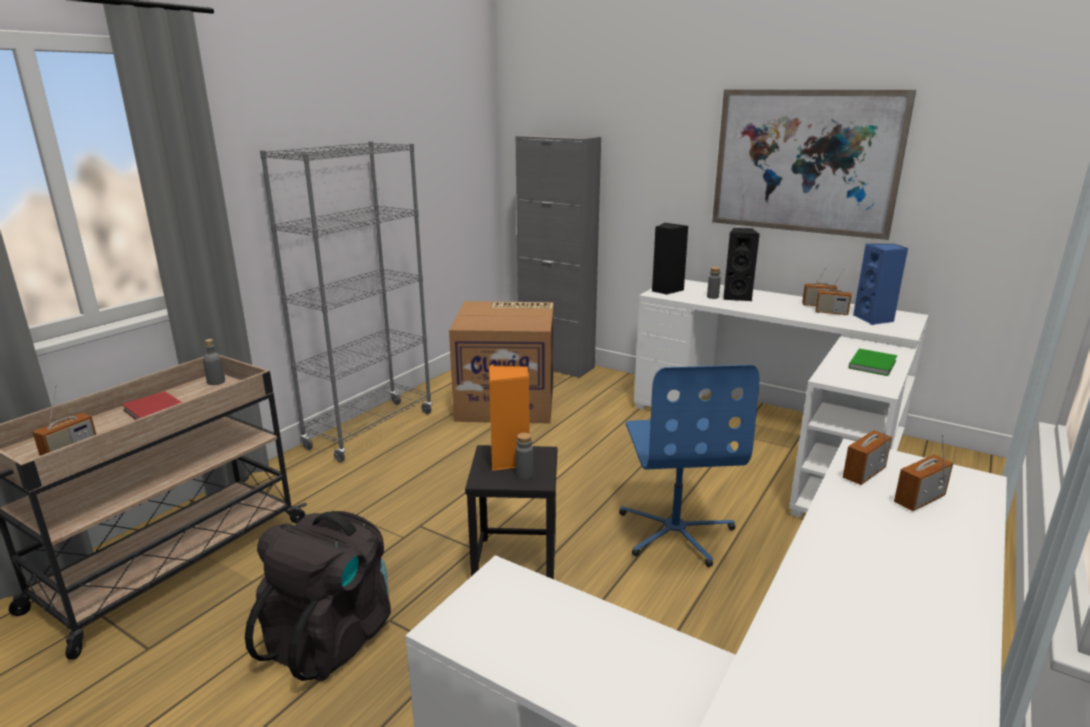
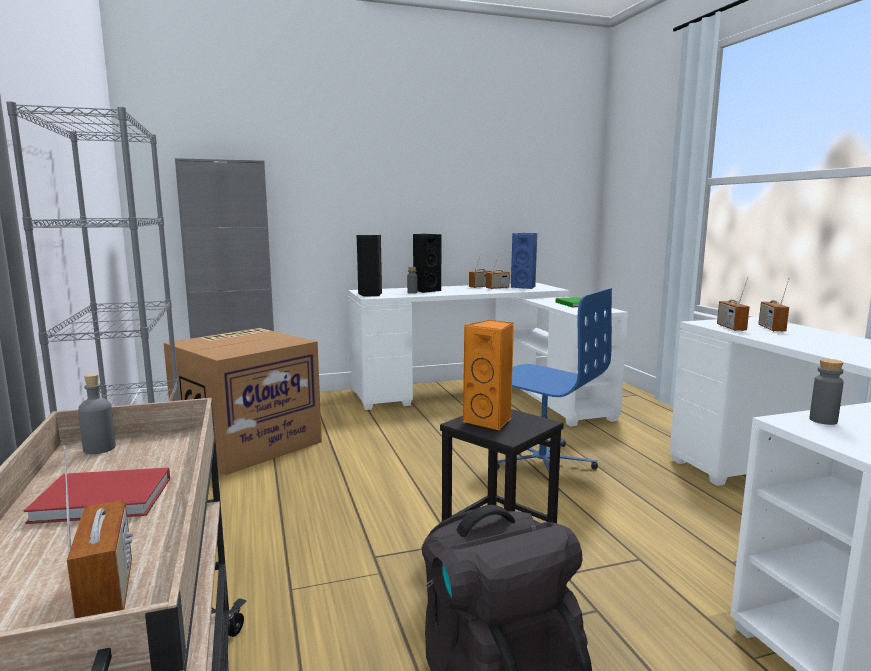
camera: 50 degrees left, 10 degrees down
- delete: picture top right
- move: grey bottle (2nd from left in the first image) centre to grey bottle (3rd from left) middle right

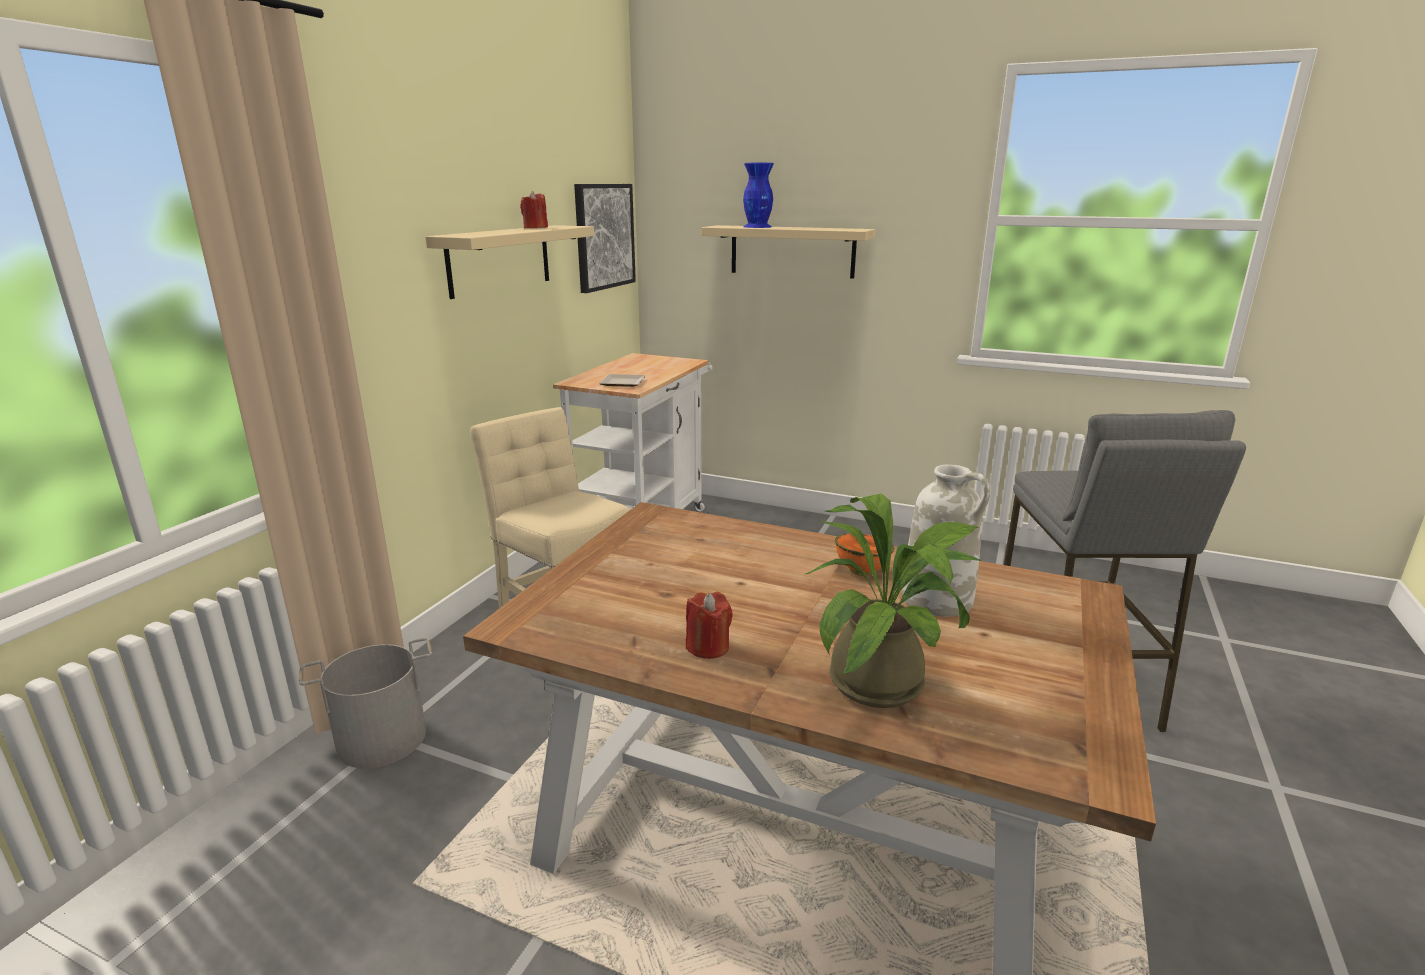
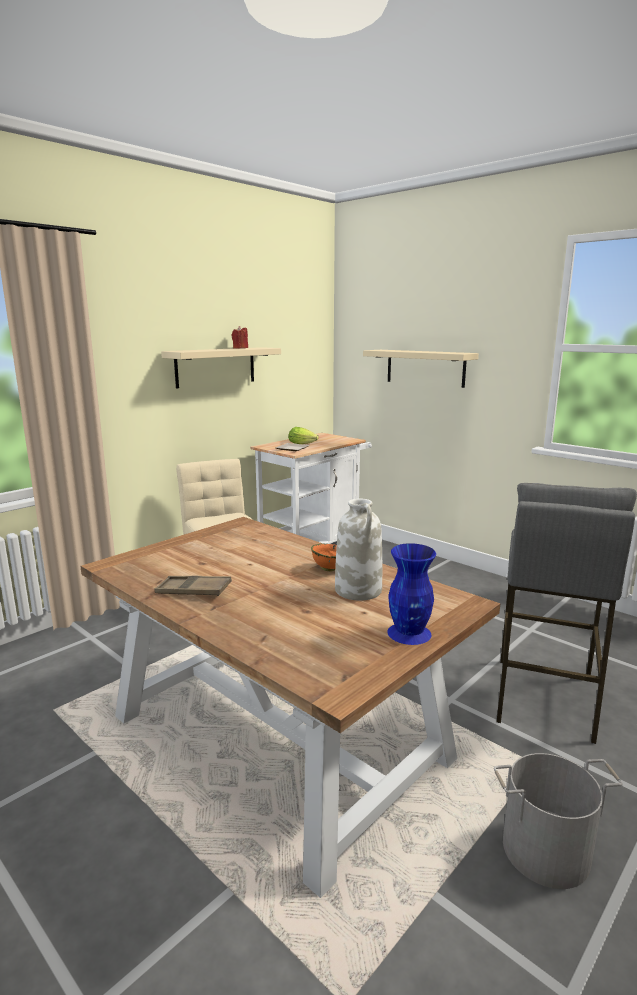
camera: 20 degrees right, 5 degrees down
- move: blue vase top centre to centre
- delete: picture top centre
- delete: potted plant centre
- replace: red candle (2nd from left) centre to brown tray middle left
- move: grey bucket bottom left to bottom right
- insert: lettuce centre

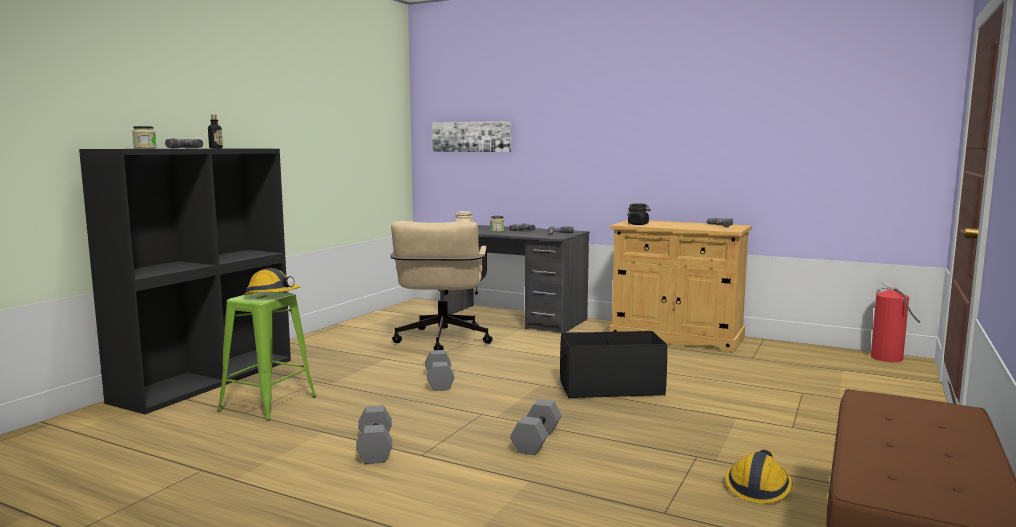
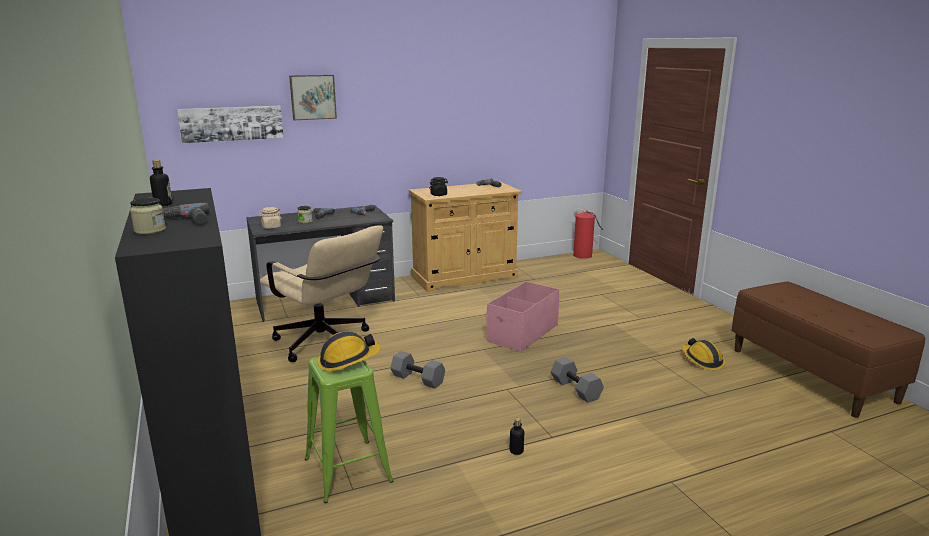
camera: 50 degrees left, 10 degrees up
- recolor: black storage box bottom centre to pink storage box centre
- replace: grey dumbbell (1st from left) bottom centre to bottle (2nd from left) bottom centre
- insert: picture (2nd from left) top centre

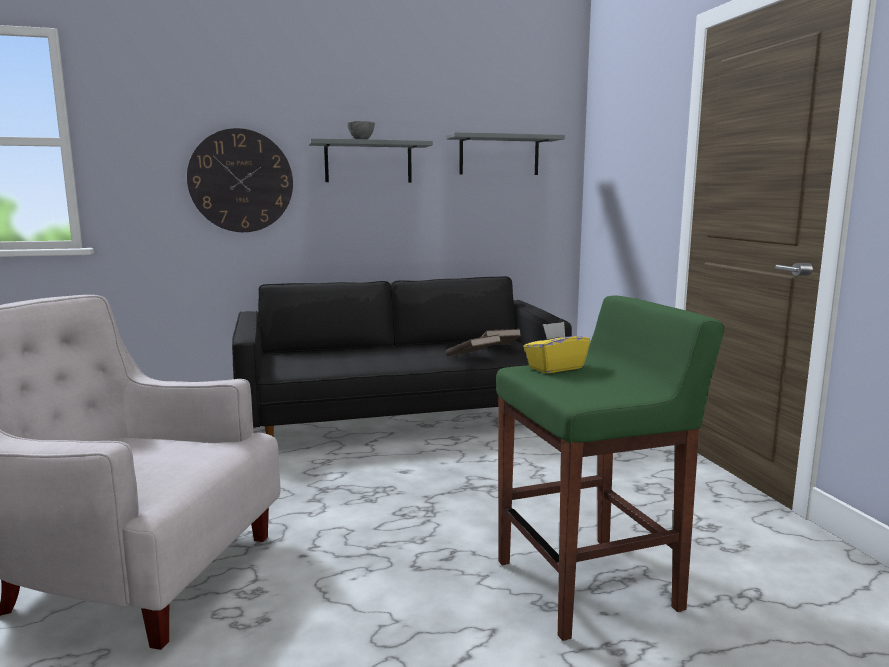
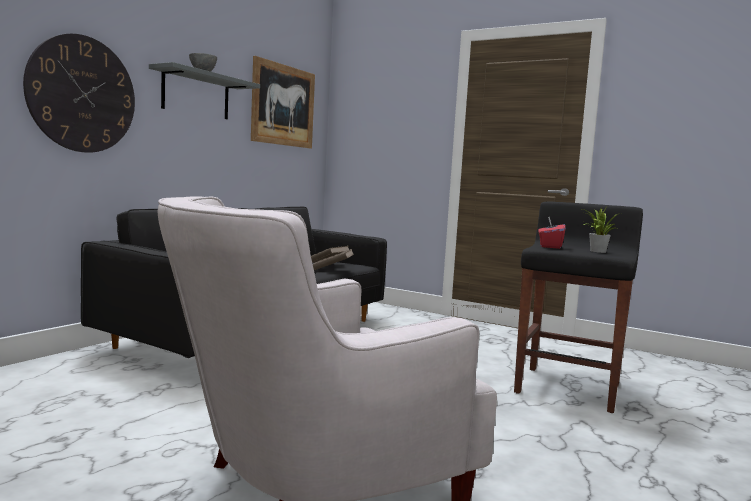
camera: 45 degrees left, 5 degrees down
- replace: grey shelf (2nd from left) top centre to picture top centre
- recolor: green stool bottom right to black stool middle right
- recolor: yellow tissue box centre to red tissue box middle right
- insert: potted plant middle right

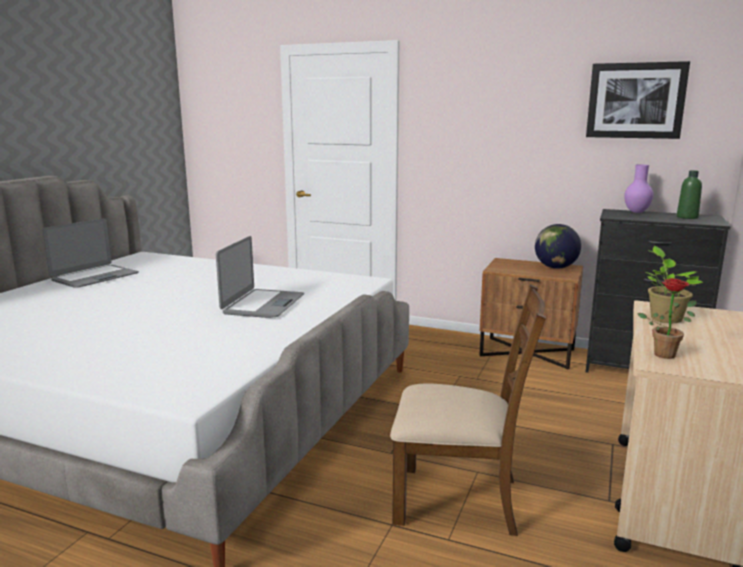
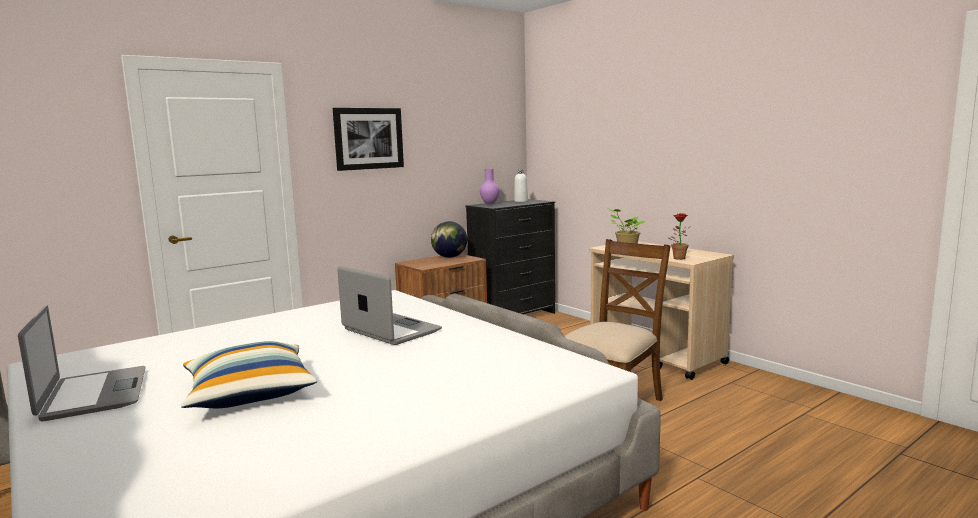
camera: 60 degrees left, 5 degrees down
- move: picture top right to top centre
- recolor: green bottle middle right to white bottle centre
- insert: pillow bottom left

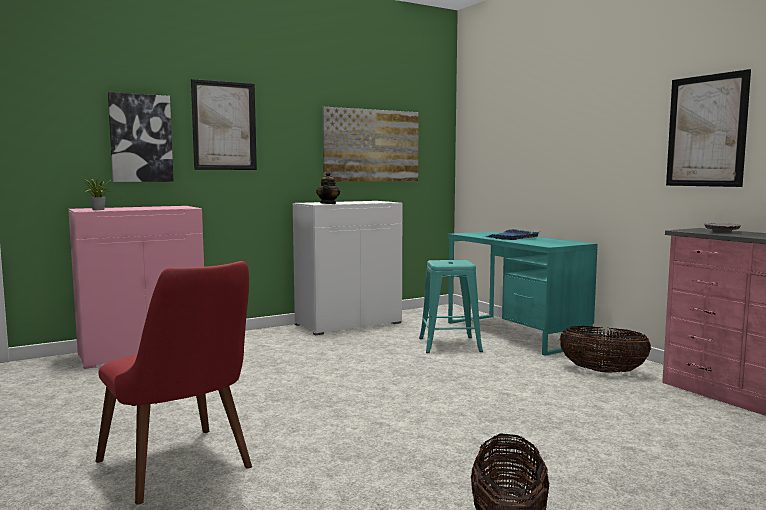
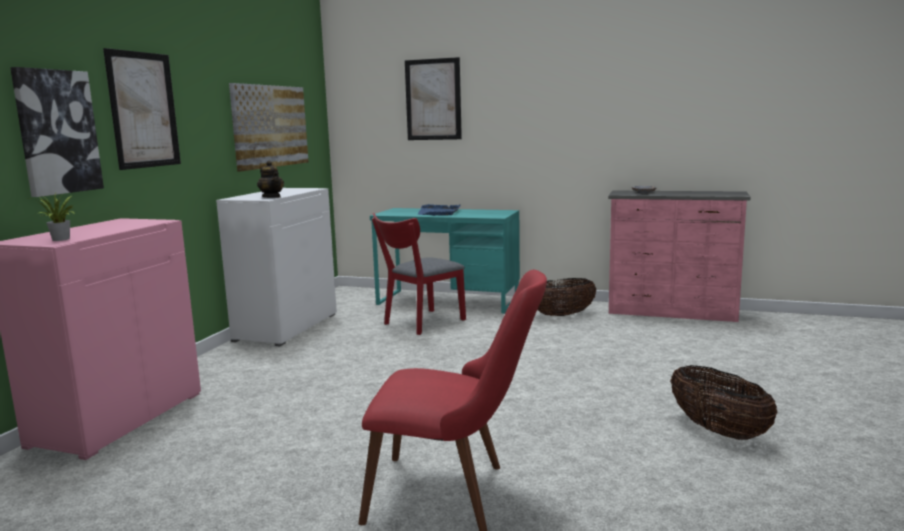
camera: 40 degrees left, 5 degrees up
- move: picture (4th from left) top right to top centre
- replace: turquoise stool centre to red chair (1st from left) centre

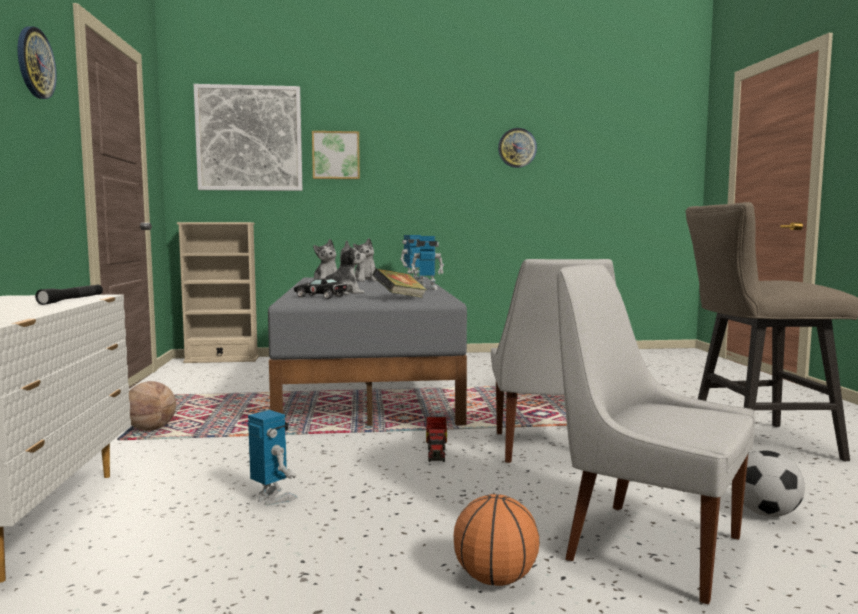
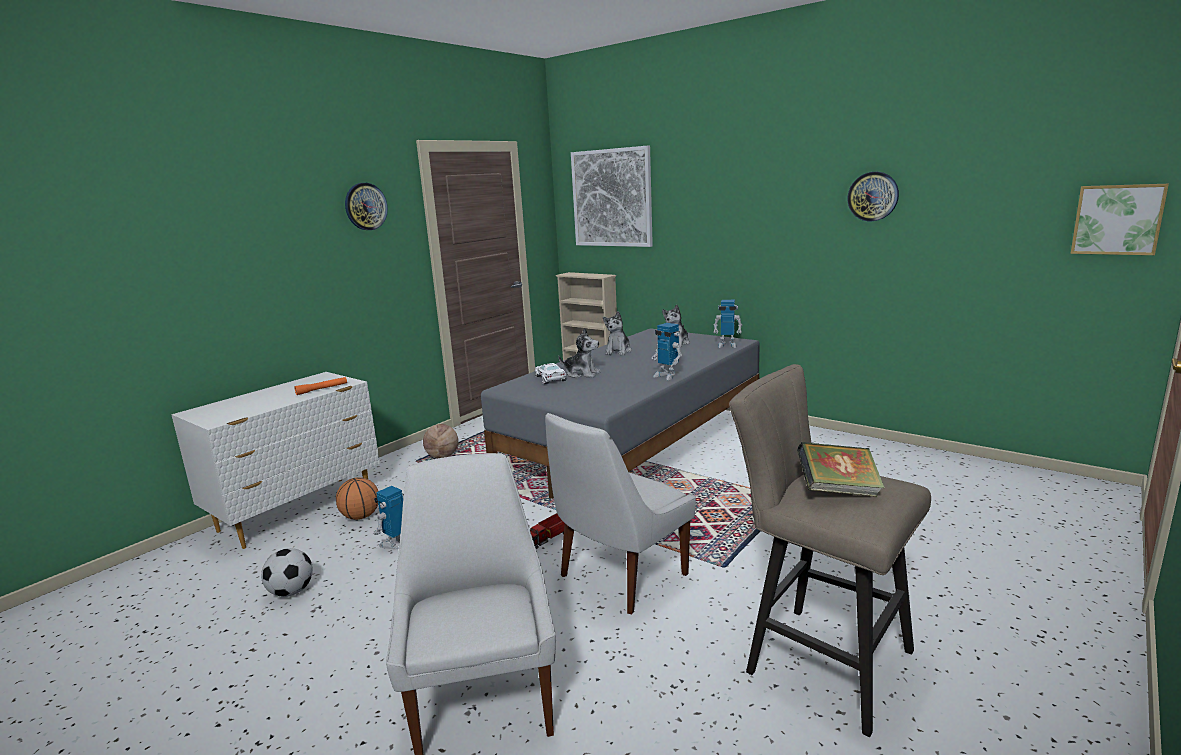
camera: 45 degrees right, 10 degrees up
- move: picture (2nd from left) top centre to top right
- move: book centre to middle right
- recolor: black toy car centre to white toy car centre
- recolor: black flashlight middle left to orange flashlight middle left
- rotate: toy robot (1st from left) bottom left = bottom left 135 degrees counterclockwise
- move: football bottom right to bottom left
- move: basketball (2nd from left in the first image) bottom centre to basketball (1st from left) middle left

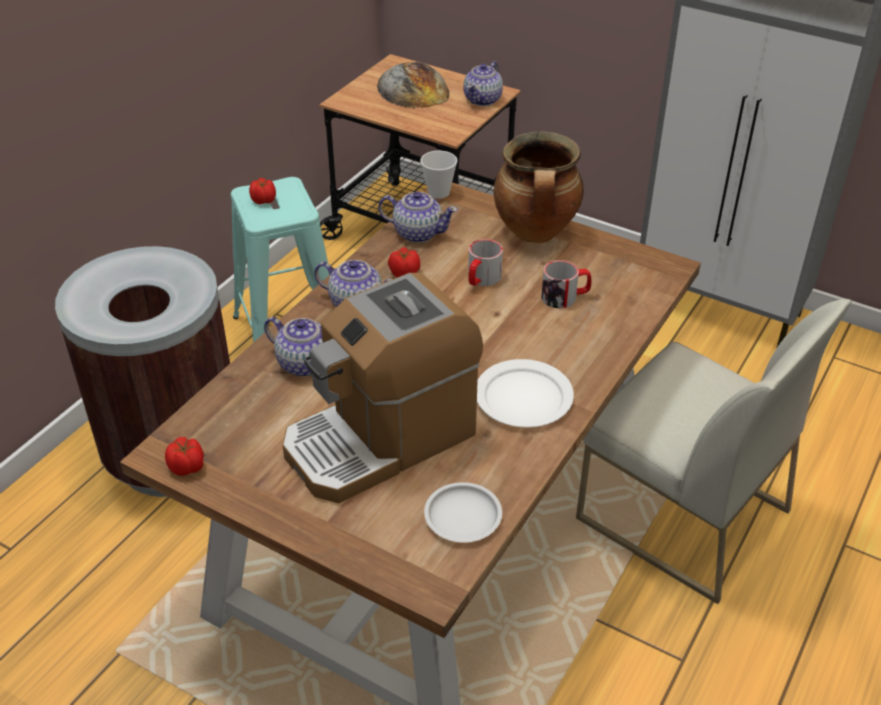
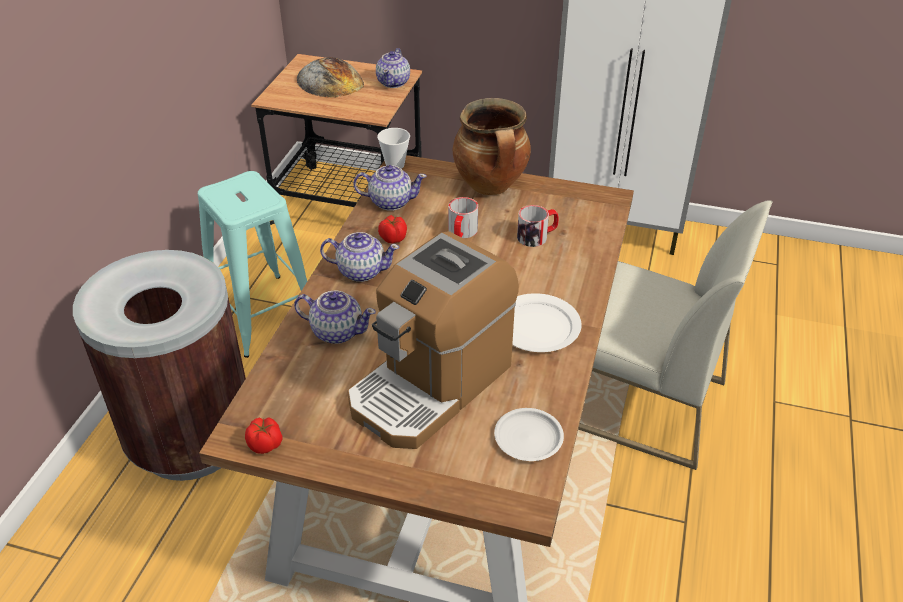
camera: 15 degrees left, 0 degrees up
- delete: tomato (2nd from left) top left

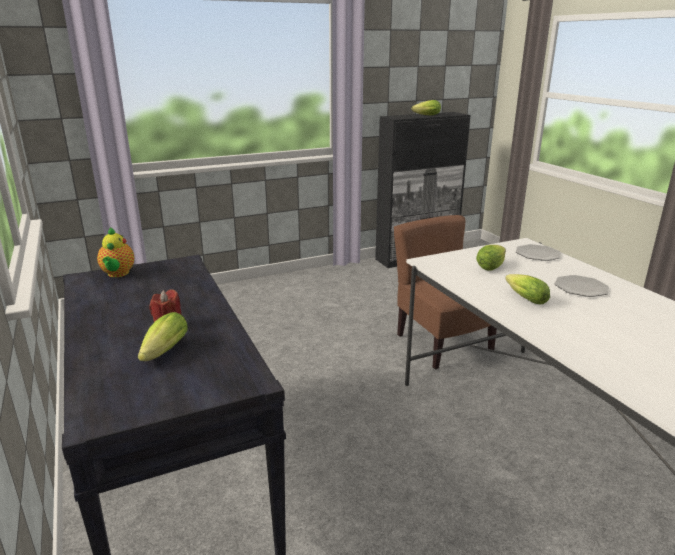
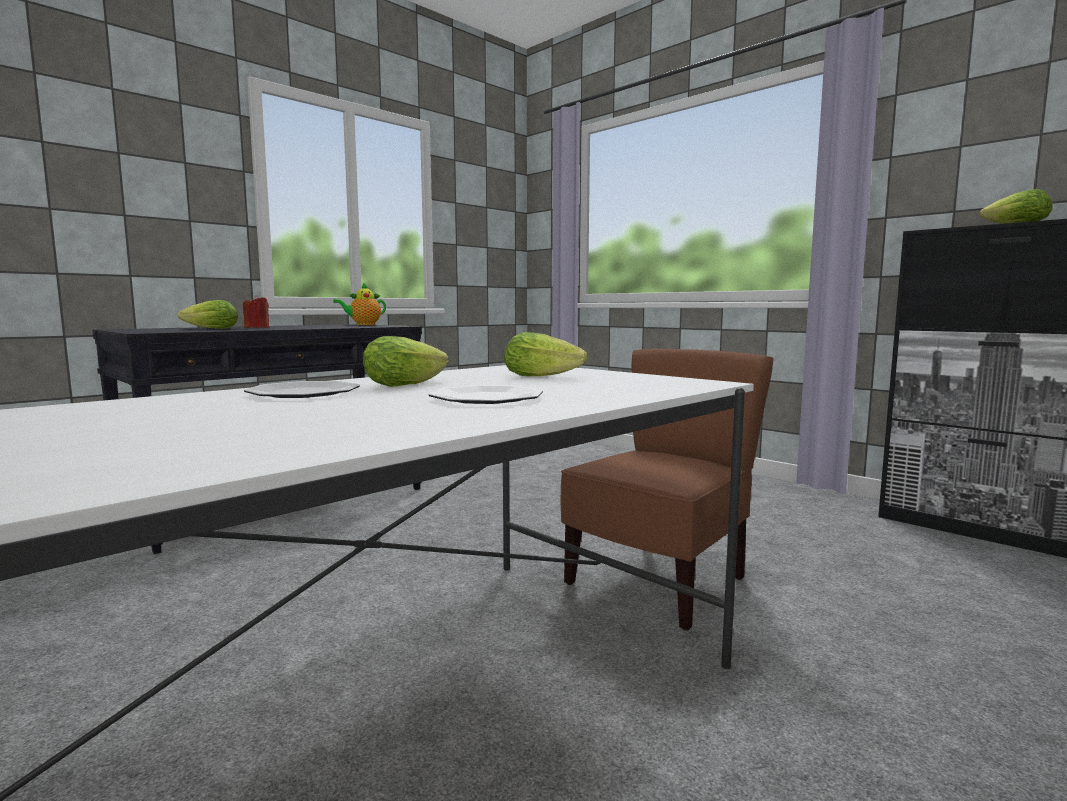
camera: 70 degrees right, 15 degrees down
- move: plate (1st from left) middle right to middle left

